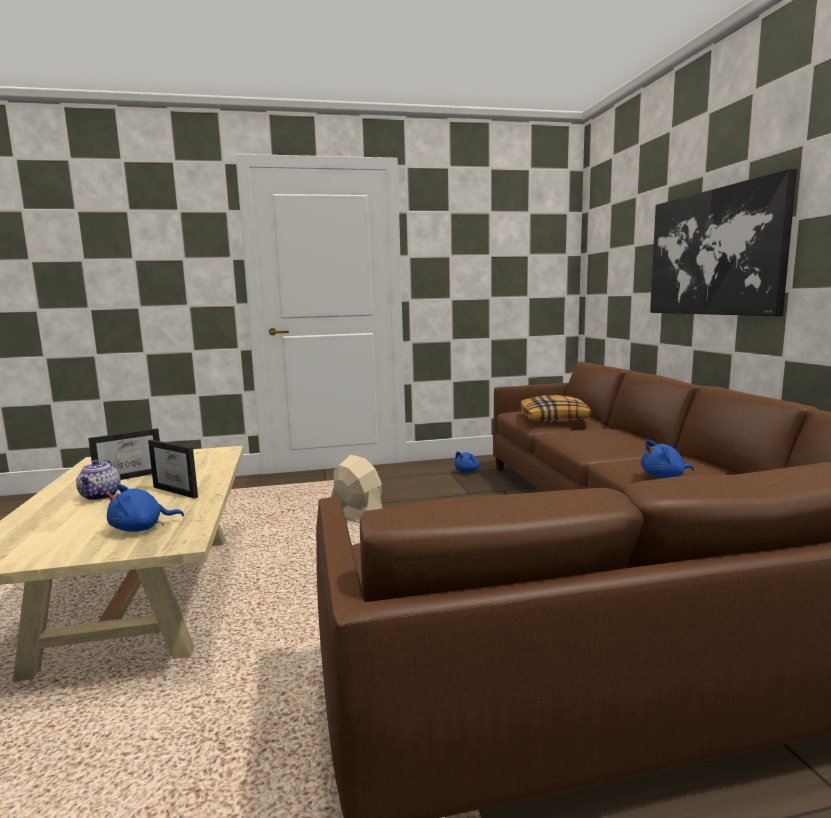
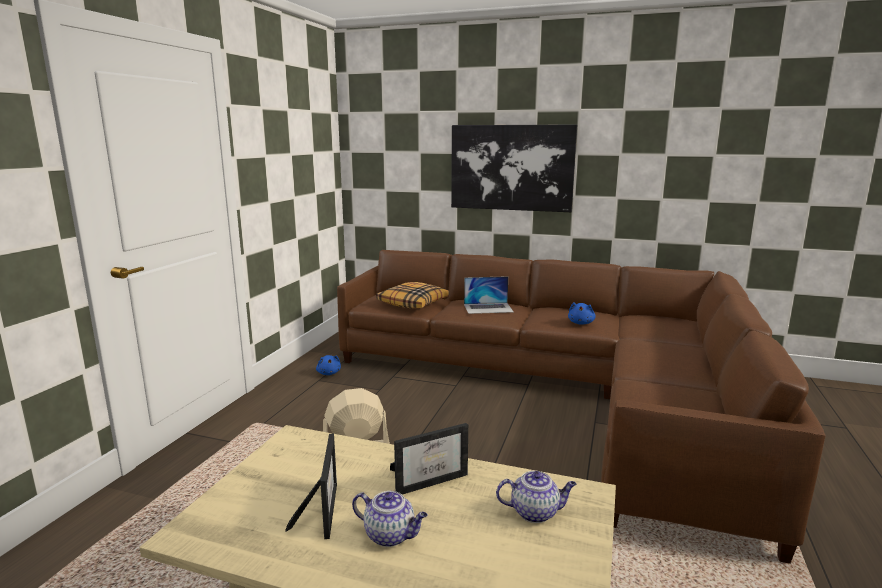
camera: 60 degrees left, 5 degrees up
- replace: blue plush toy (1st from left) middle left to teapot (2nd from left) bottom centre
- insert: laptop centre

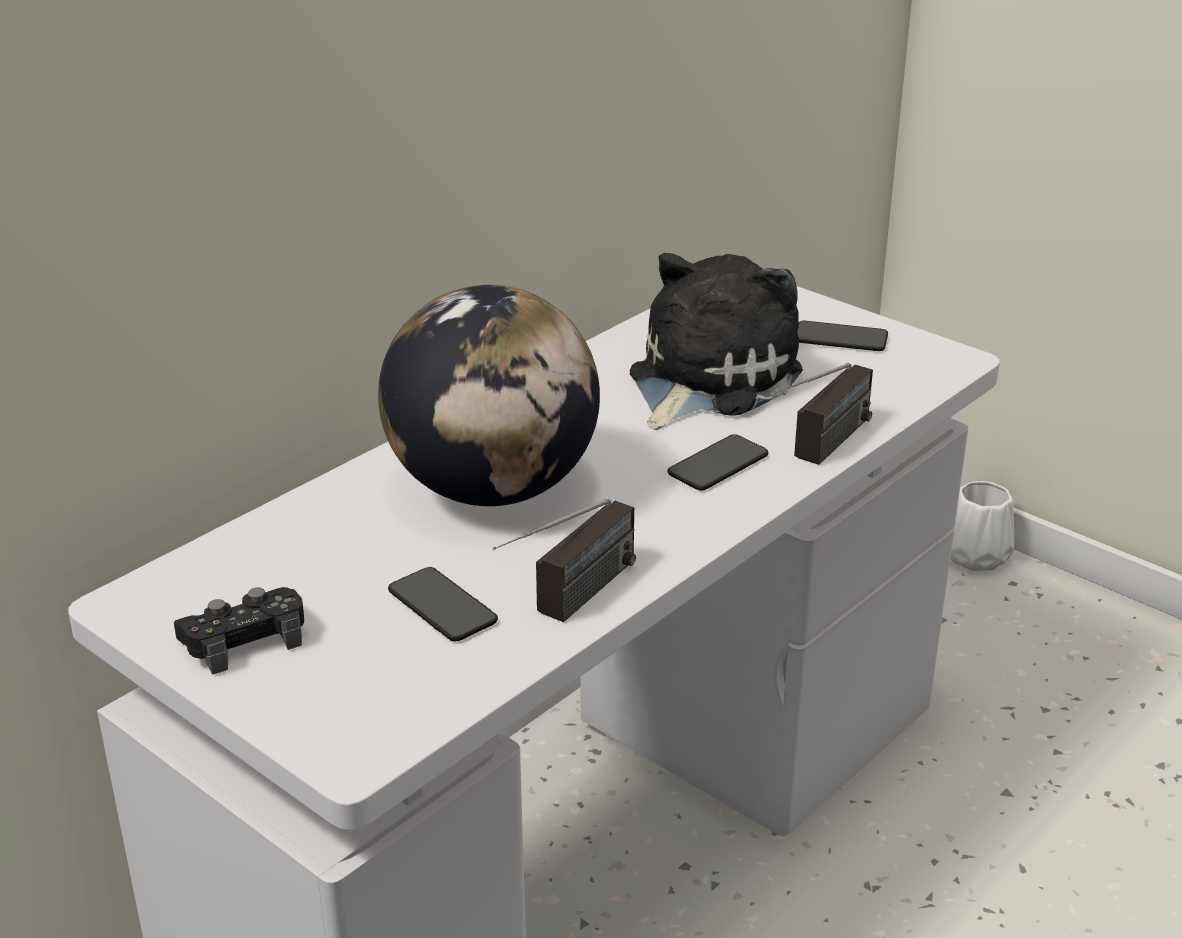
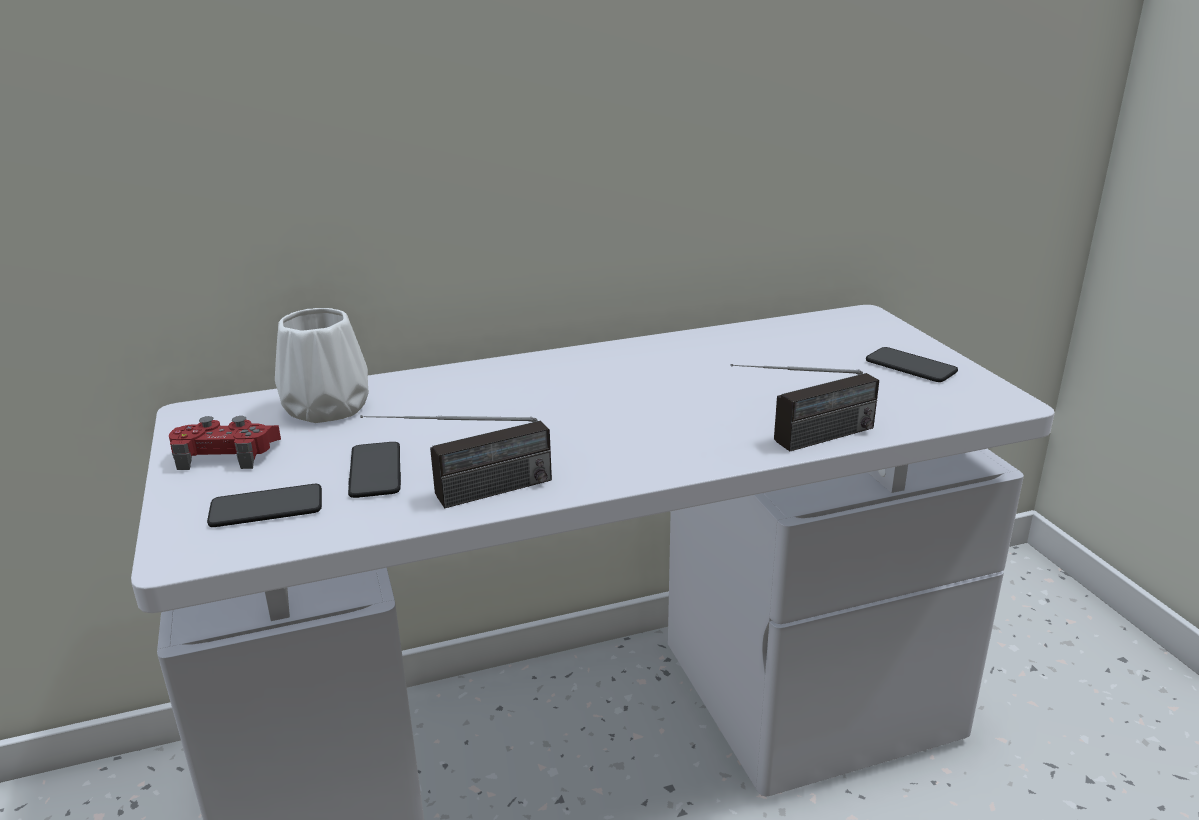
camera: 30 degrees right, 5 degrees down
- delete: plush toy centre
- delete: globe centre
- move: phone (2nd from left in the first image) centre to phone (1st from left) middle left
- move: white vase middle right to middle left
- recolor: black game controller bottom left to red game controller middle left

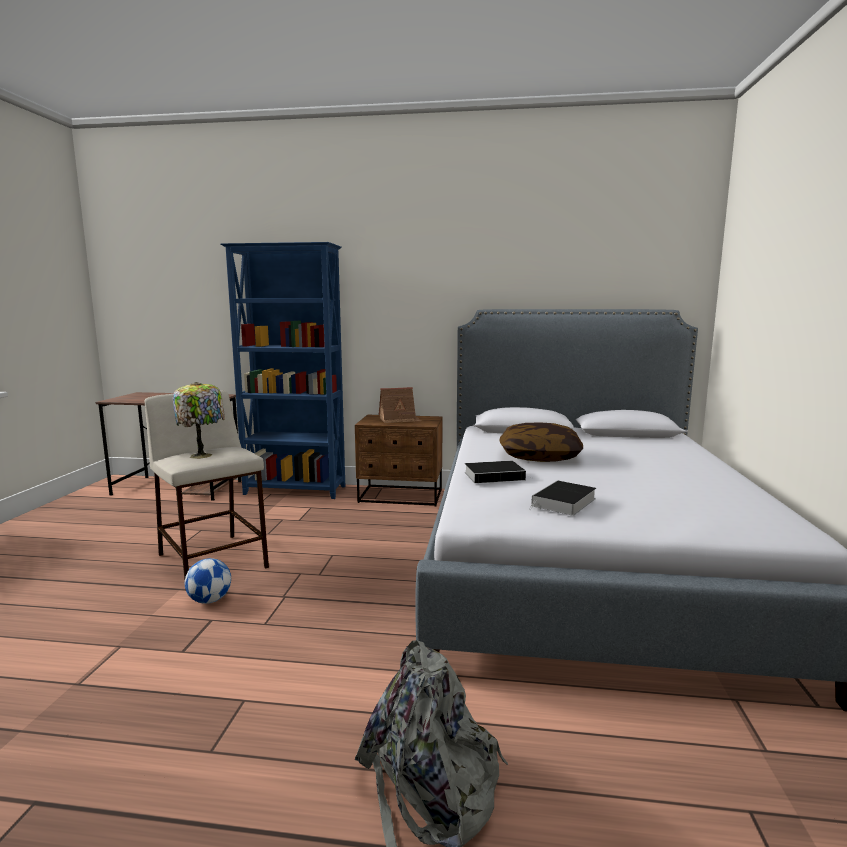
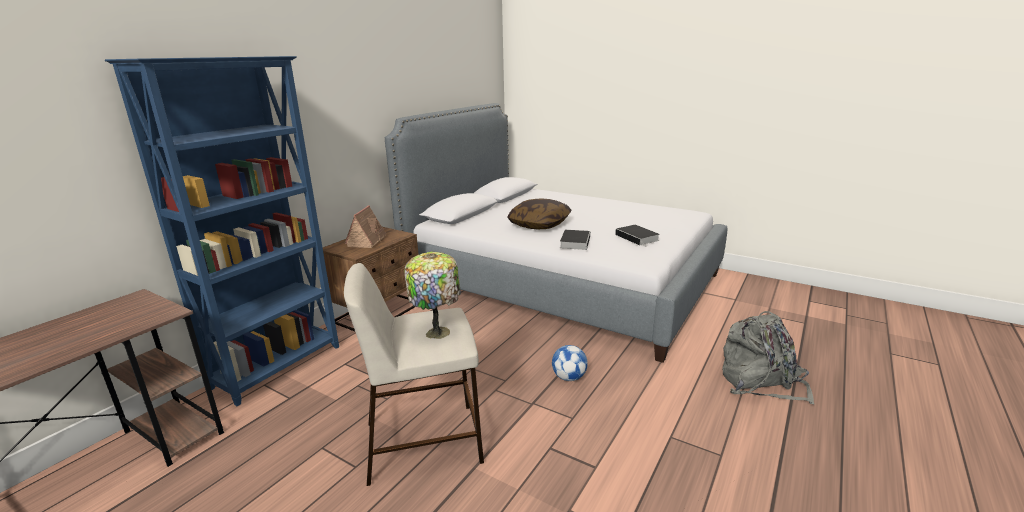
camera: 65 degrees left, 10 degrees up
- move: football bottom left to bottom centre

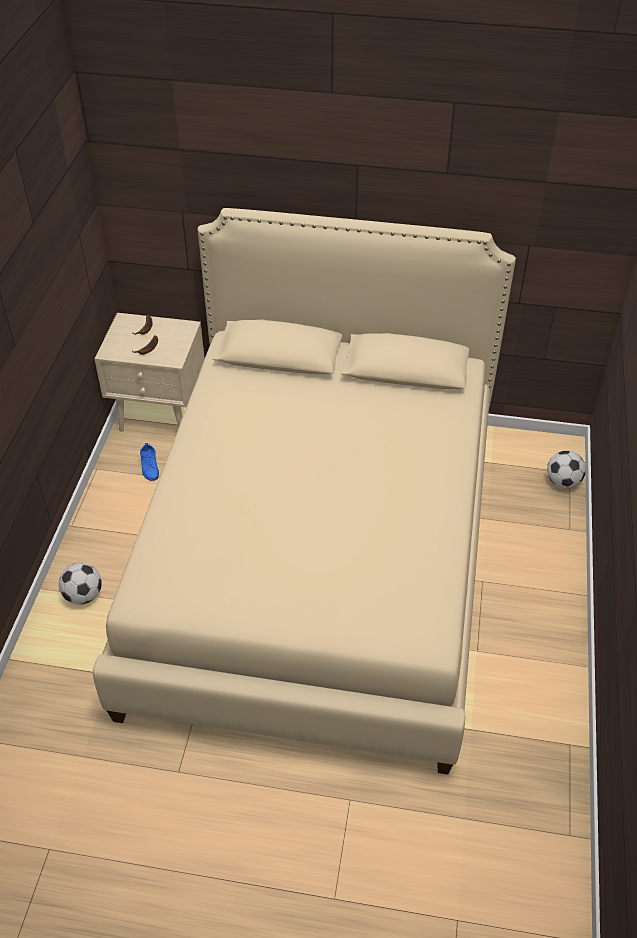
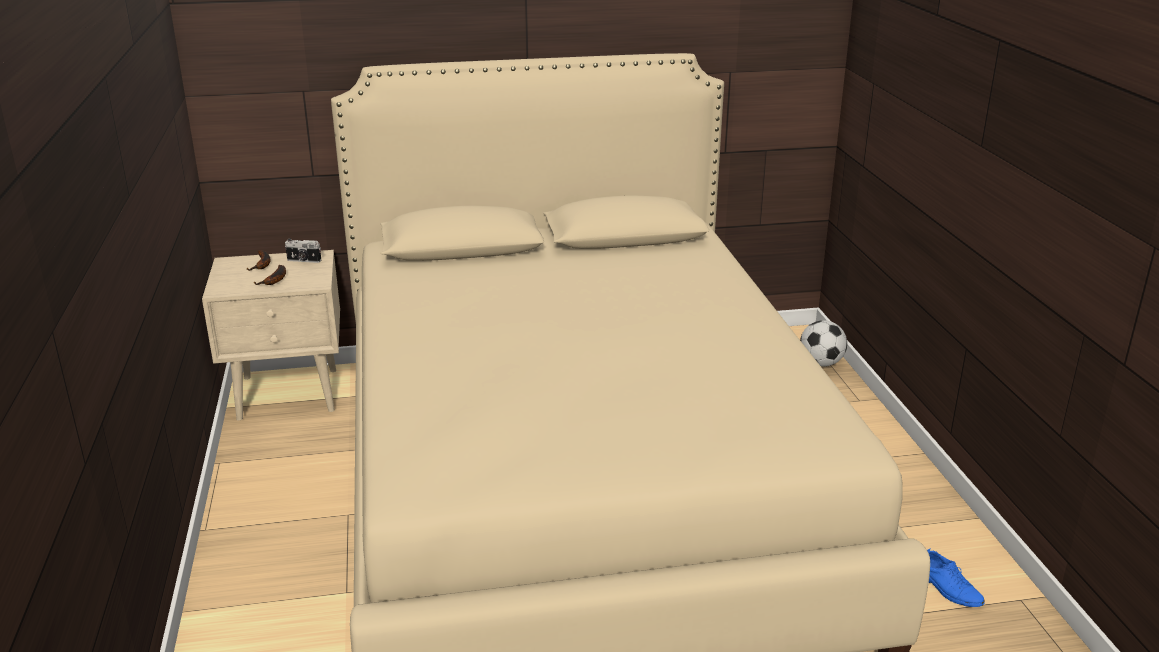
camera: 20 degrees left, 20 degrees down
- move: blue shoe middle left to bottom right
- delete: football (1st from left) middle left
- insert: photo camera middle left

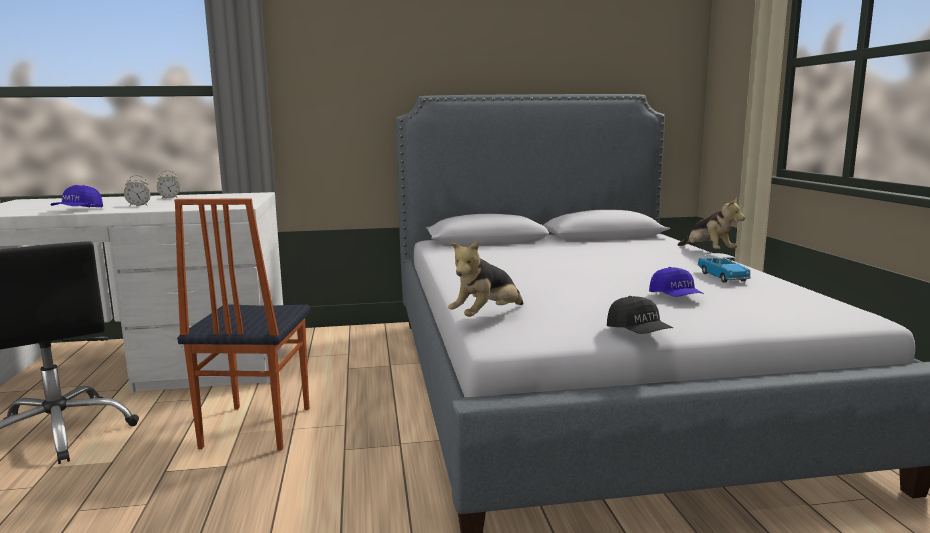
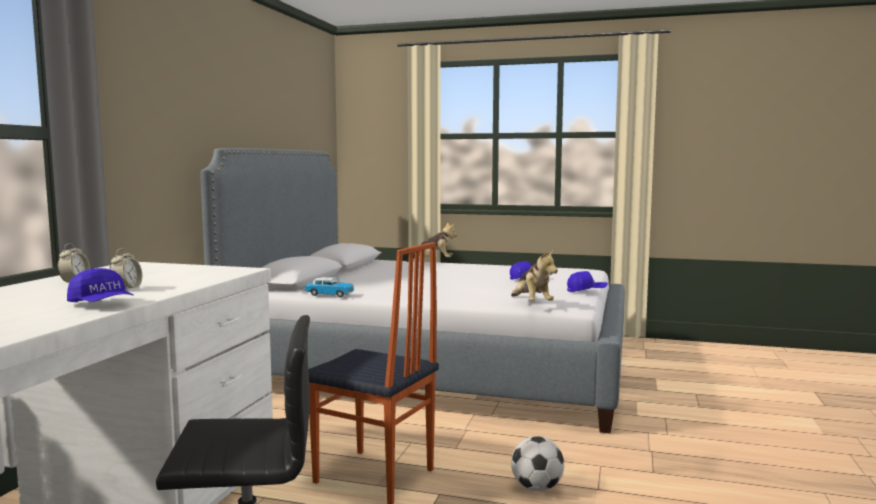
camera: 65 degrees left, 5 degrees down
- move: toy car middle right to centre
- recolor: black cap middle right to blue cap (3rd from left) middle right
- insert: football bottom centre

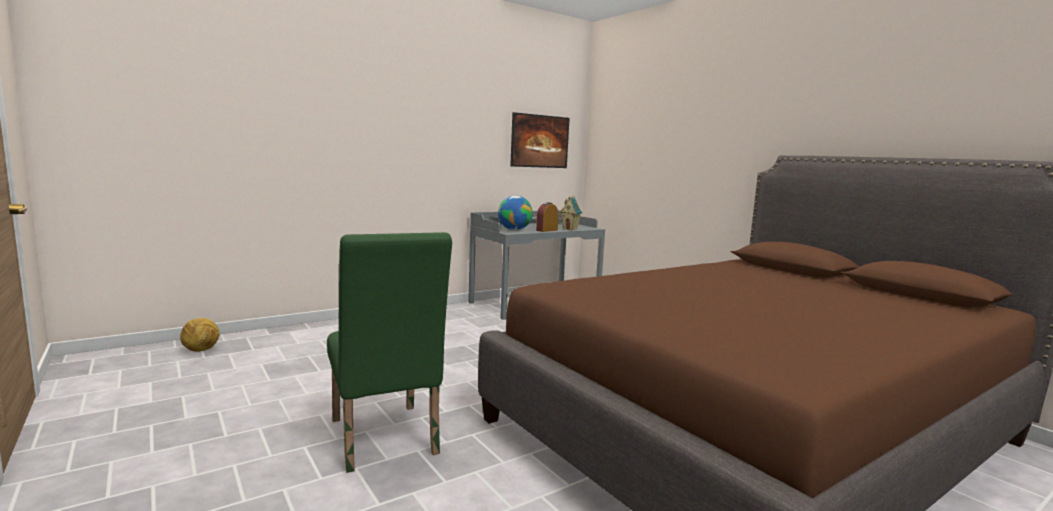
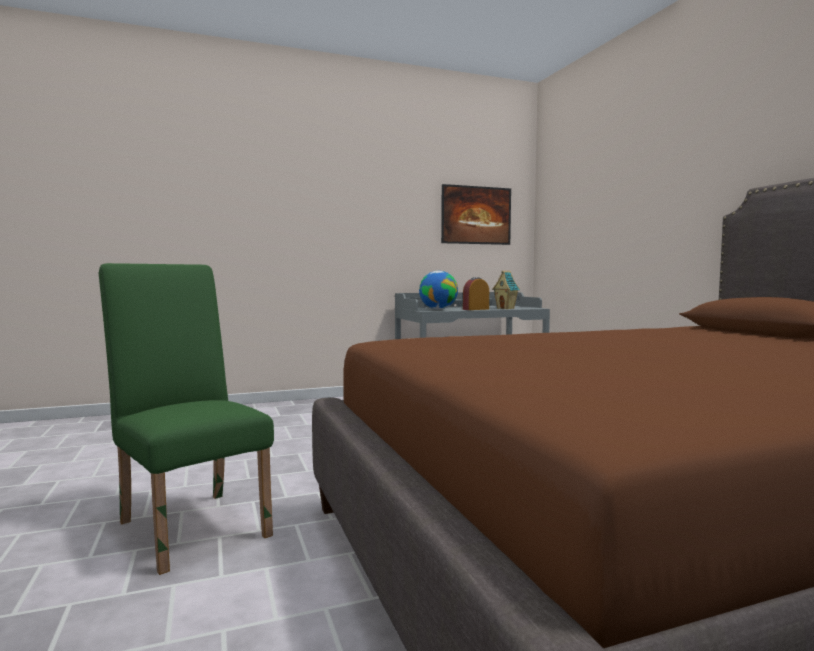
camera: 15 degrees right, 5 degrees down
- rotate: green chair bottom centre = middle left 150 degrees clockwise
- delete: football middle left

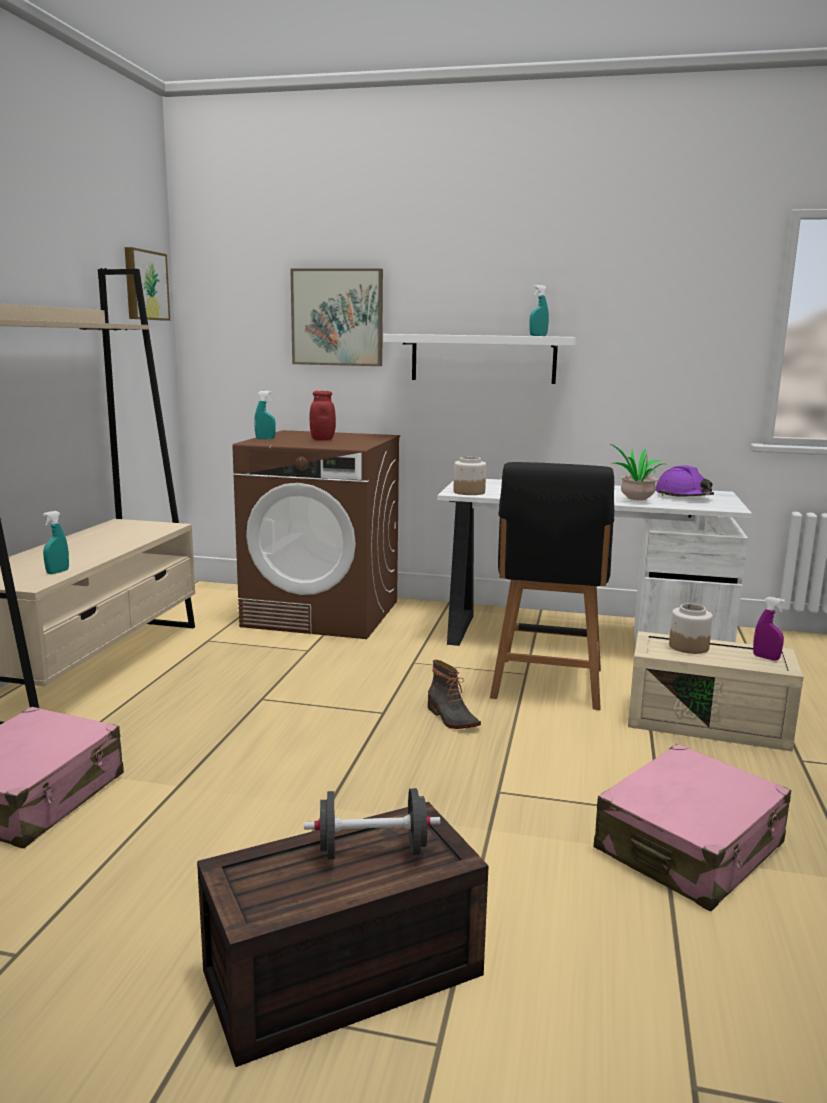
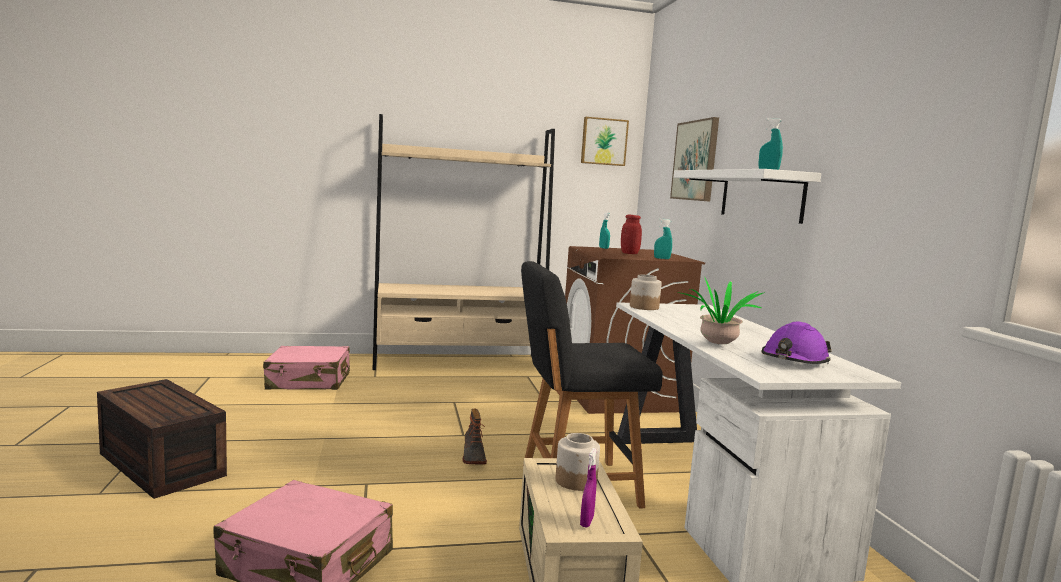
camera: 65 degrees right, 5 degrees down
- move: turquoise spray bottle (1st from left in the first image) middle left to turquoise spray bottle (2nd from left) centre
- rotate: boot centre = bottom centre 45 degrees counterclockwise
- delete: black dumbbell bottom centre

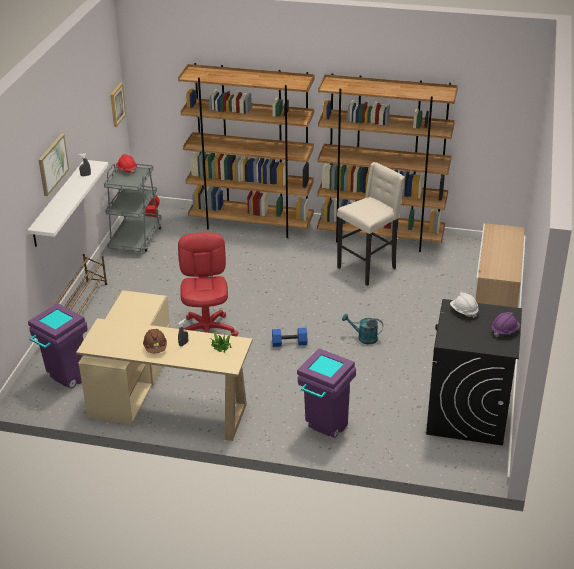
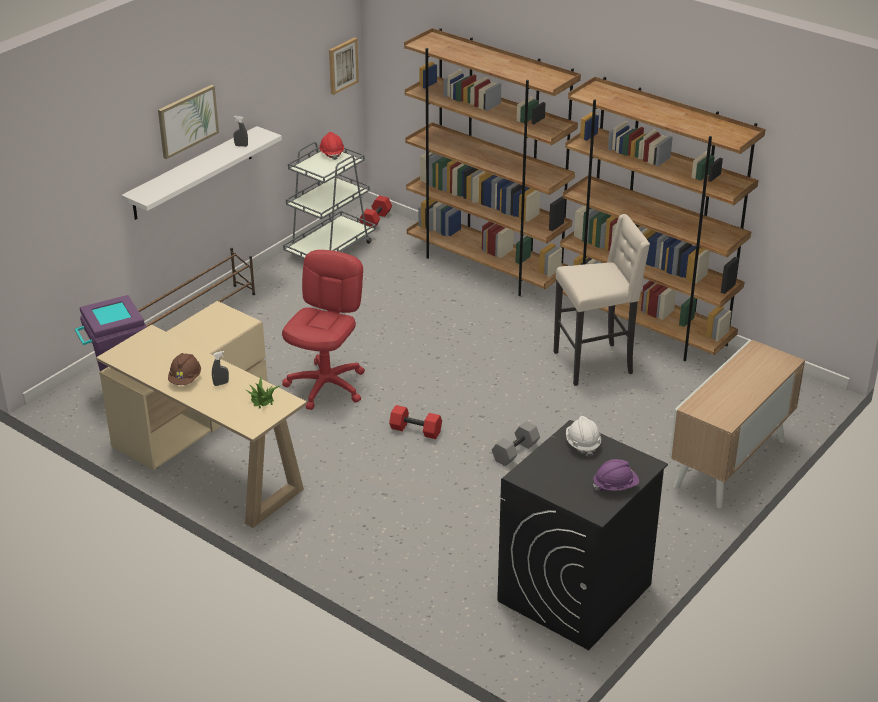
camera: 25 degrees right, 0 degrees up
- replace: turquoise watering can centre to grey dumbbell centre
- recolor: blue dumbbell centre to red dumbbell (2nd from left) centre
- delete: purple trash can (2nd from left) bottom centre

